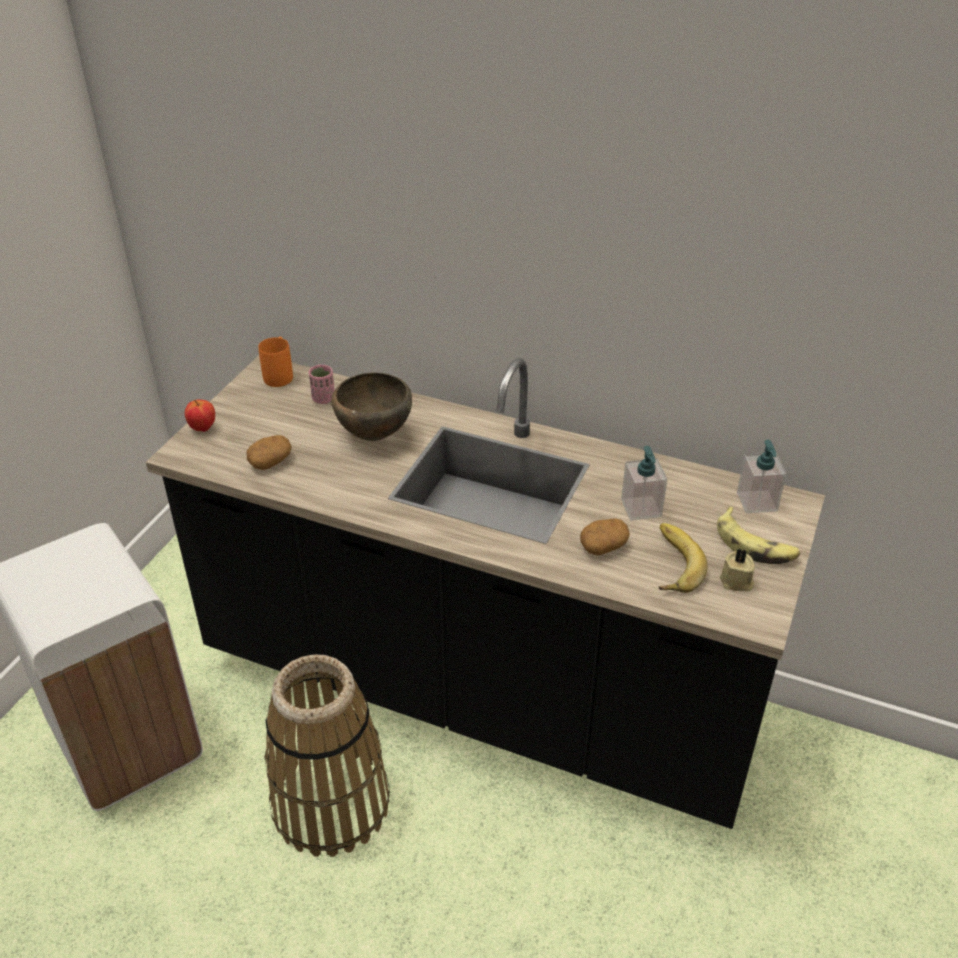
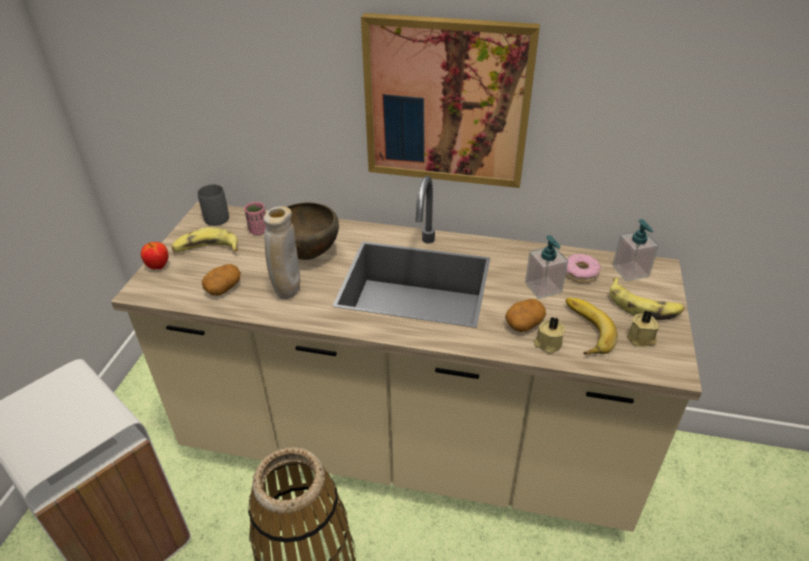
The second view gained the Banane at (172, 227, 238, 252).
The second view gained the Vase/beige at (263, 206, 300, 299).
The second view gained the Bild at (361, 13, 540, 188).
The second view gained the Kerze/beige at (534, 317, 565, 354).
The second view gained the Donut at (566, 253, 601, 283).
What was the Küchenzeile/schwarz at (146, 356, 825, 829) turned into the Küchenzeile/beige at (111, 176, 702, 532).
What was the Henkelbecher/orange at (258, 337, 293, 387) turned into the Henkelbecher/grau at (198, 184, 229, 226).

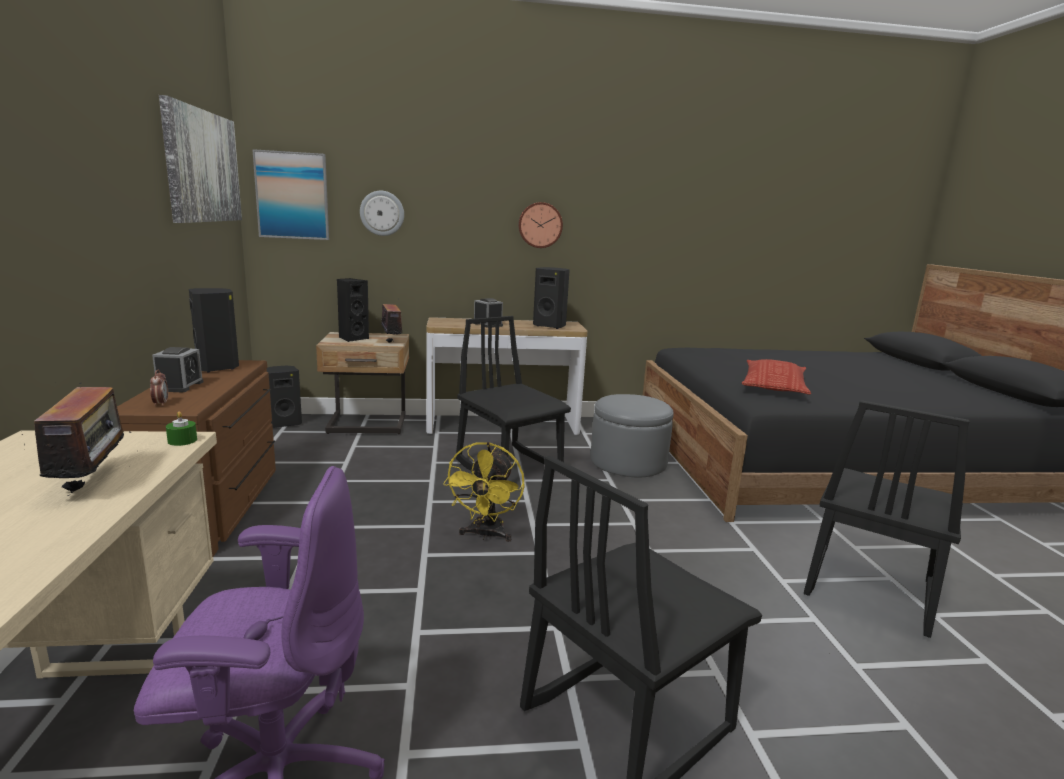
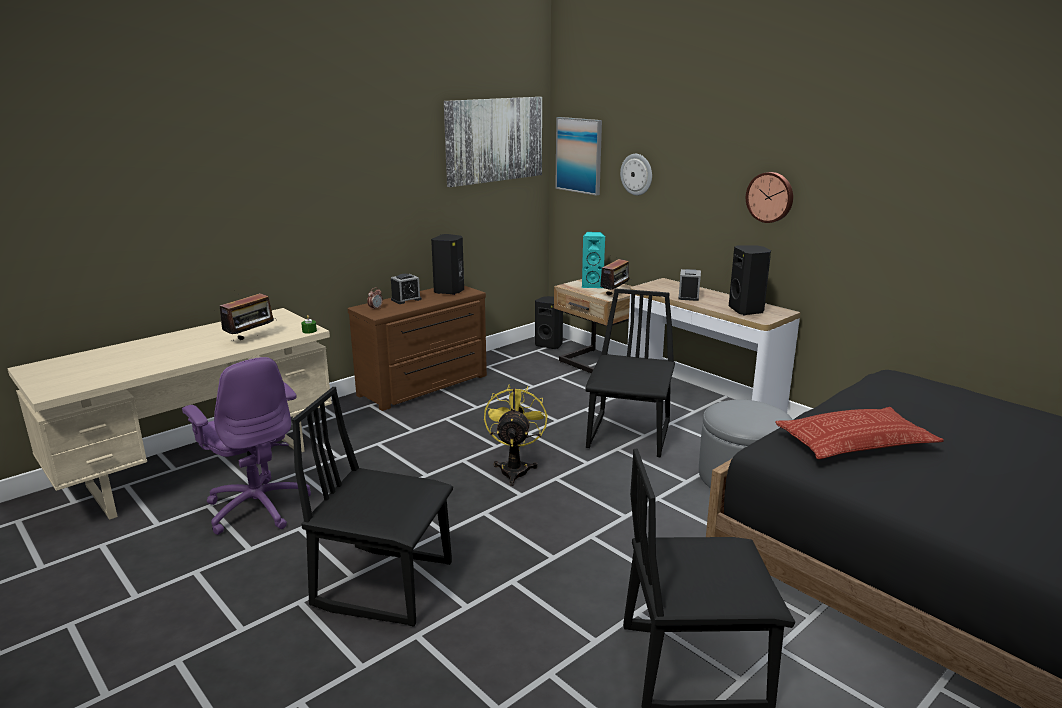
What was the Lautsprecher/schwarz at (337, 278, 369, 342) turned into the Lautsprecher/türkis at (582, 232, 605, 288).
The Ventilator/gelb at (443, 442, 525, 542) ended up facing another way, 120 degrees clockwise from before.

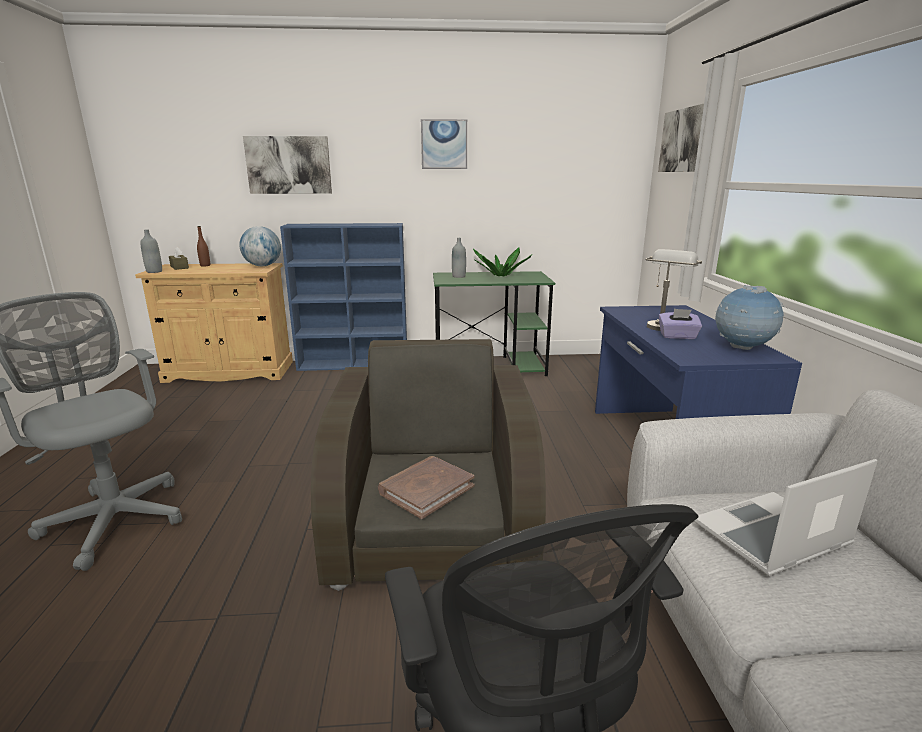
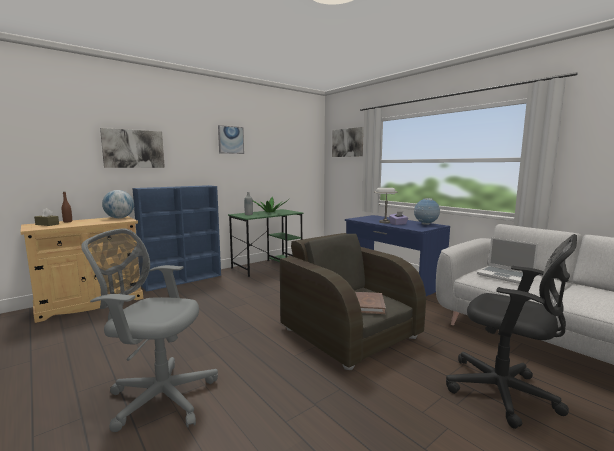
The second view lost the Flasche/grau at (140, 229, 162, 273).
The Laptop at (694, 459, 877, 576) ended up facing another way, 75 degrees counterclockwise from before.

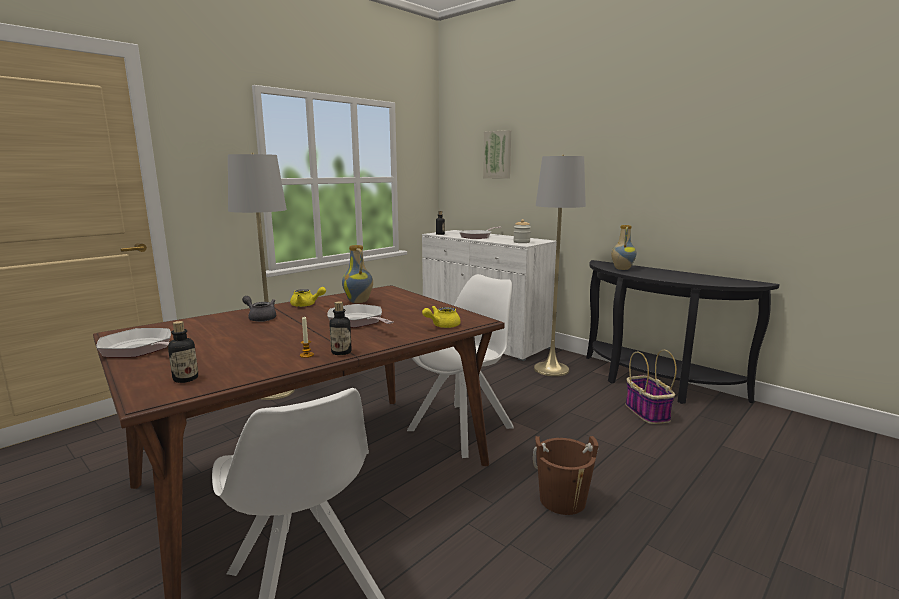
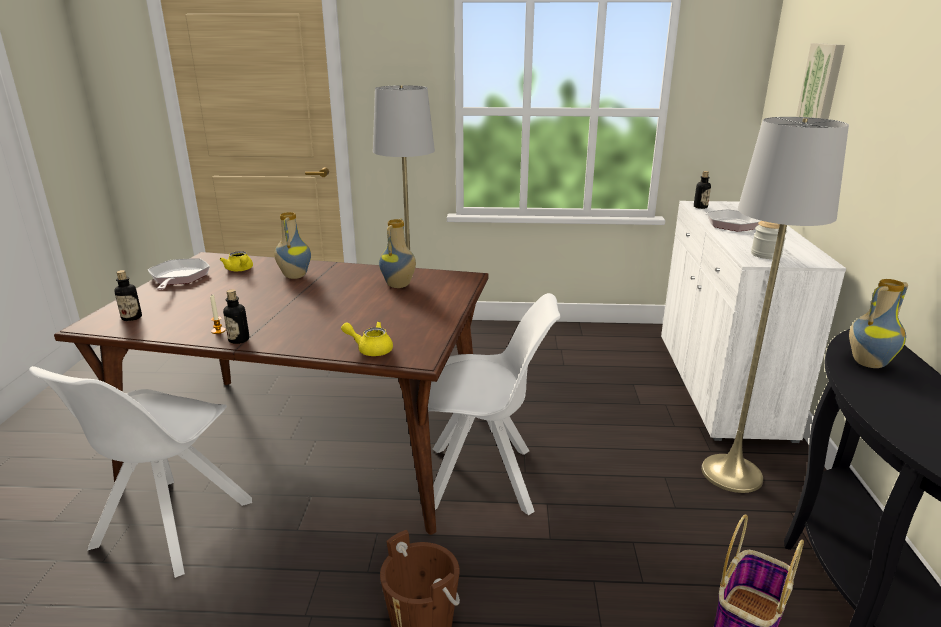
The second view lost the Pfanne at (327, 304, 393, 328).
The Teekanne/gelb ended up elsewhere, having gone from (290, 287, 326, 307) to (220, 251, 253, 271).
Where the Teekanne/grau stood at (242, 296, 276, 322), the Vase came to stand at (274, 212, 311, 279).

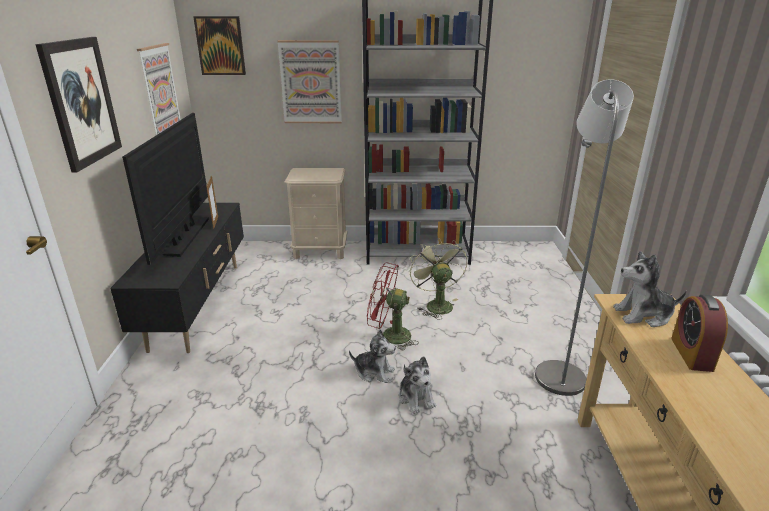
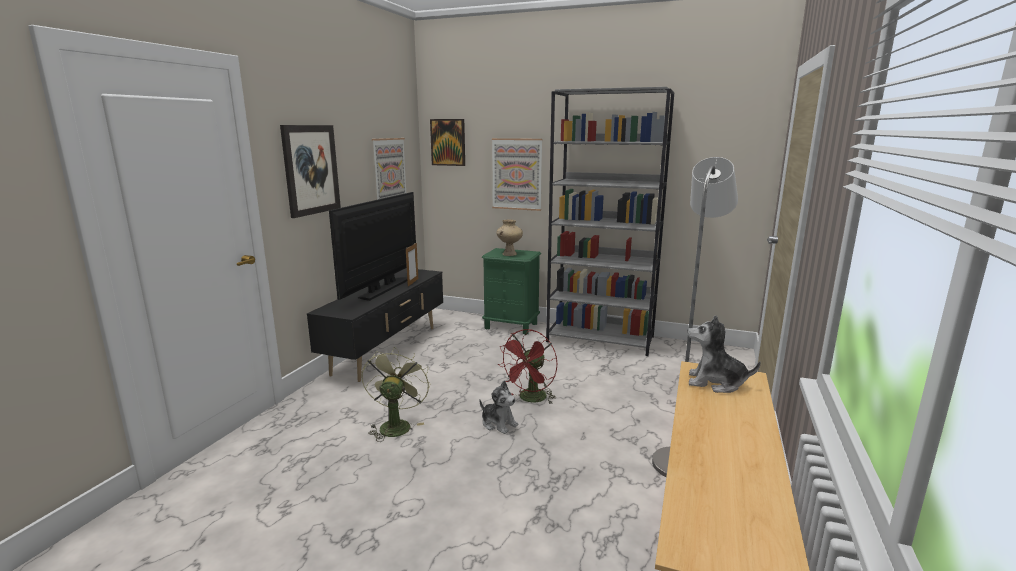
The second view lost the Plüschtier at (399, 356, 436, 414).
The second view lost the Wecker at (671, 294, 728, 372).
The second view gained the Vase/beige at (496, 220, 523, 256).
The Ventilator/grün ended up elsewhere, having gone from (409, 238, 467, 320) to (361, 347, 430, 442).
What was the Nachttisch/beige at (285, 168, 347, 259) turned into the Nachttisch/grün at (482, 248, 541, 335).
The Ventilator/rot at (367, 262, 419, 351) ended up facing another way, 90 degrees counterclockwise from before.

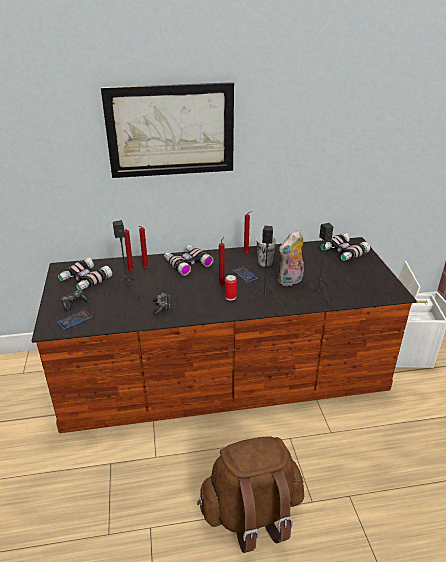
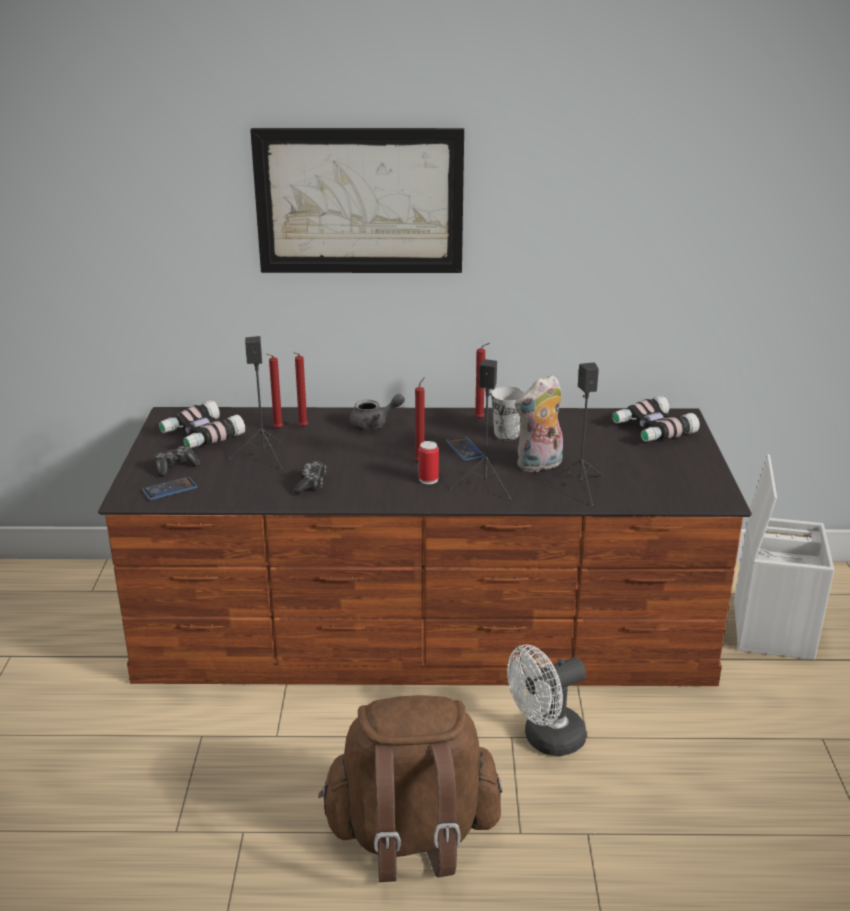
The second view gained the Ventilator/weiß at (507, 644, 587, 756).
Where the Fernglas stood at (164, 245, 213, 276), the Teekanne/grau came to stand at (349, 394, 405, 431).

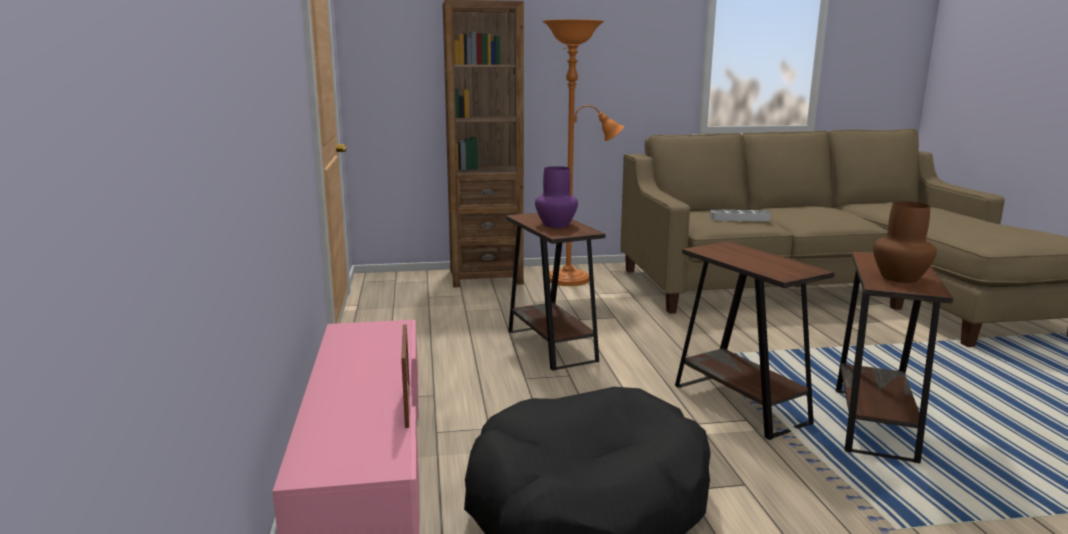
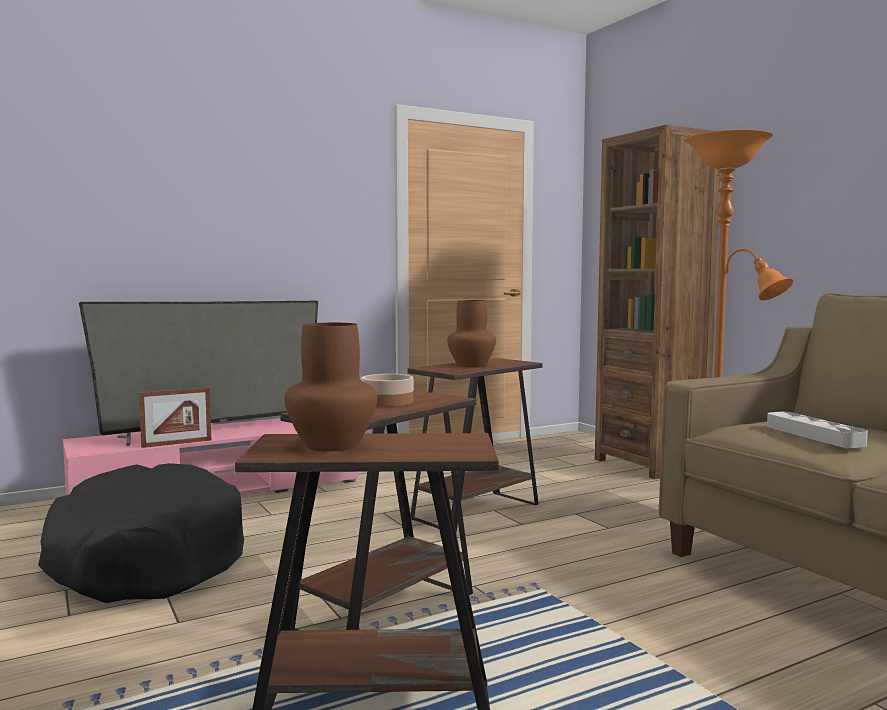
The second view gained the Fernseher at (79, 301, 318, 446).
The second view gained the Schüssel at (361, 374, 413, 407).
What was the Vase/lila at (535, 166, 578, 228) turned into the Vase/braun at (447, 300, 496, 367).

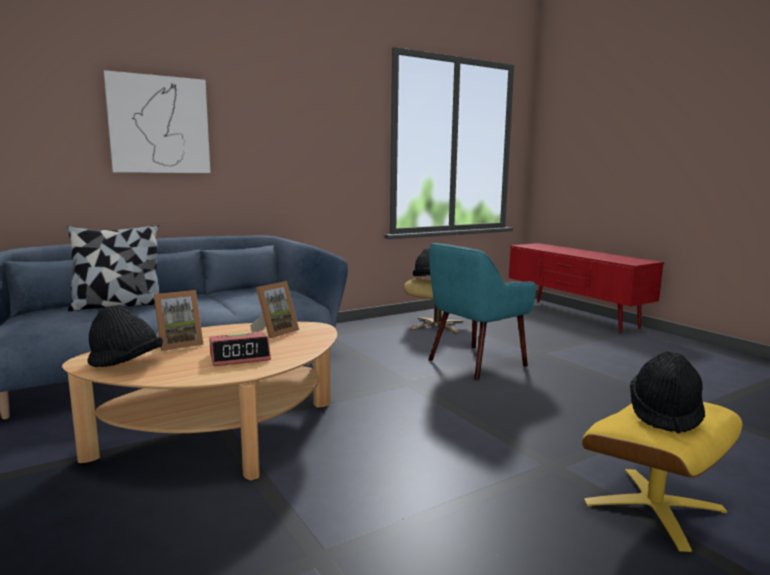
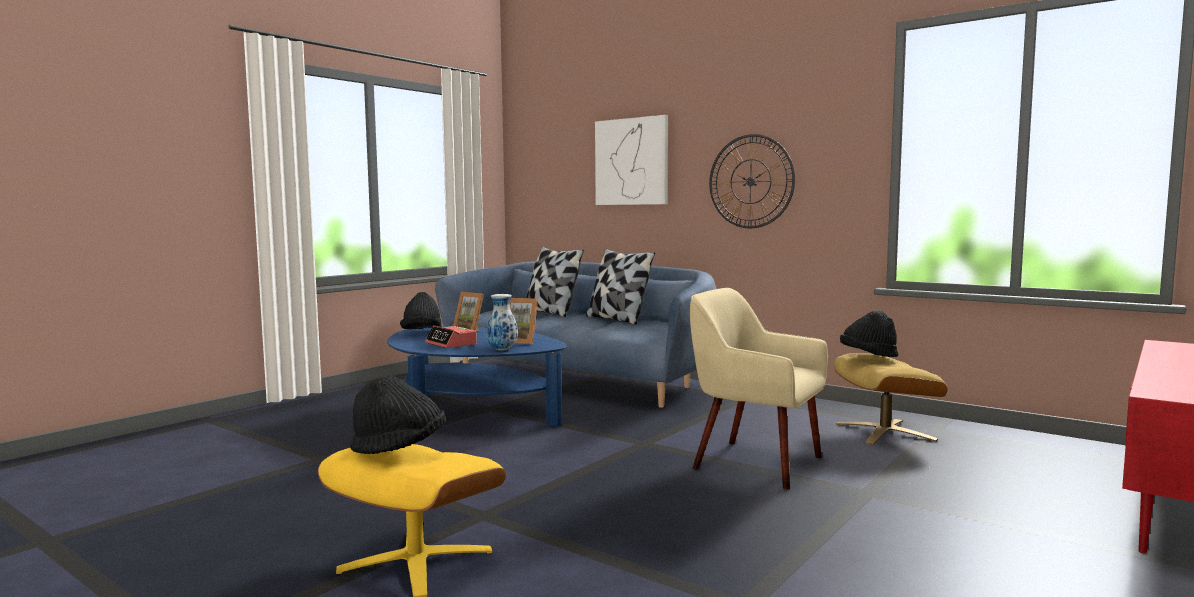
The second view gained the Vase at (486, 294, 518, 350).
The second view gained the Kissen at (586, 248, 655, 325).
The second view gained the Wanduhr at (709, 134, 795, 228).
What was the Couchtisch/beige at (62, 322, 337, 480) turned into the Couchtisch/blau at (387, 326, 567, 427).
What was the Sessel/türkis at (428, 243, 536, 380) turned into the Sessel/beige at (690, 288, 828, 489).

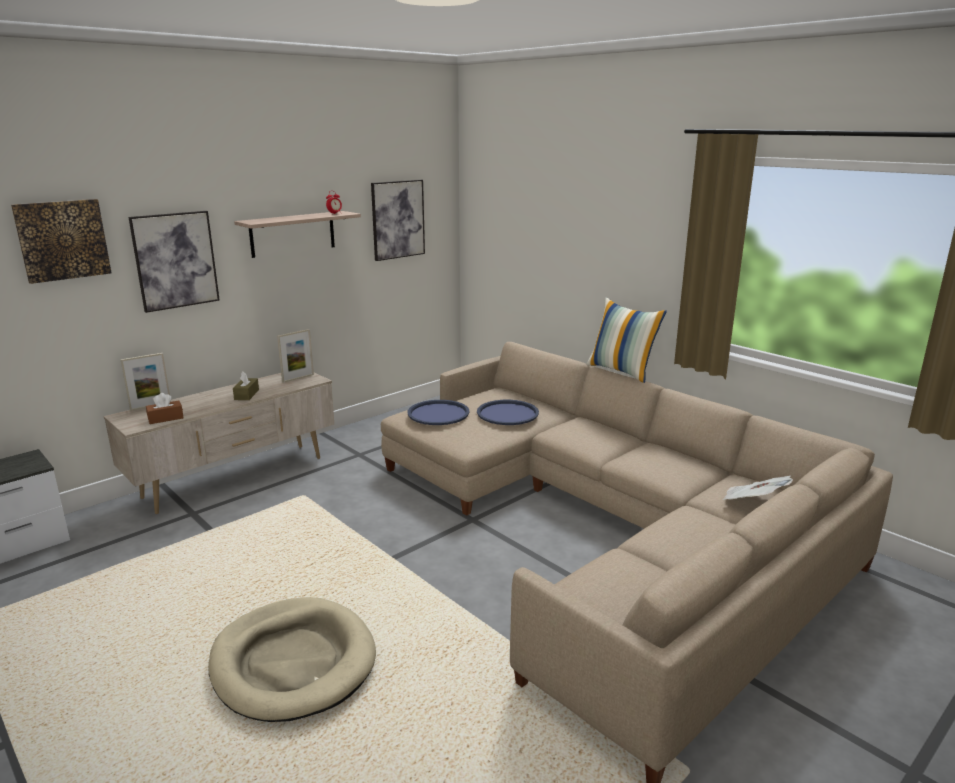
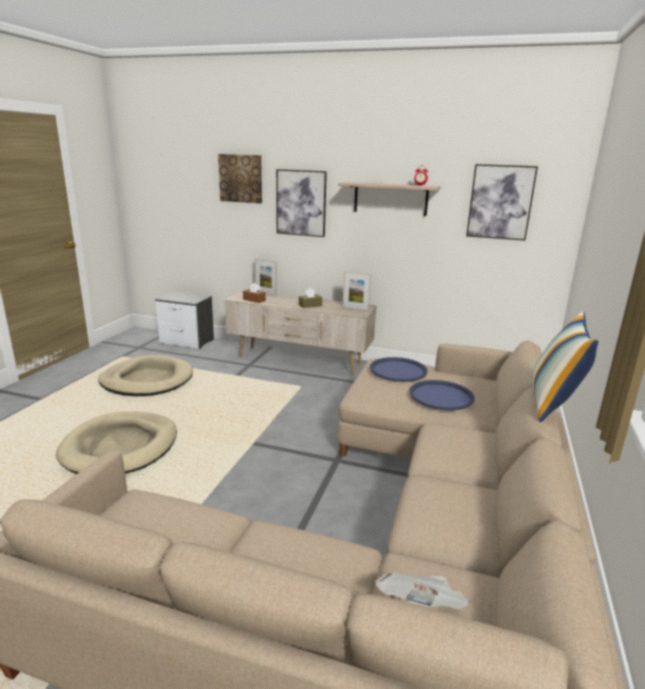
The second view gained the Hundebett/beige at (98, 355, 193, 396).

